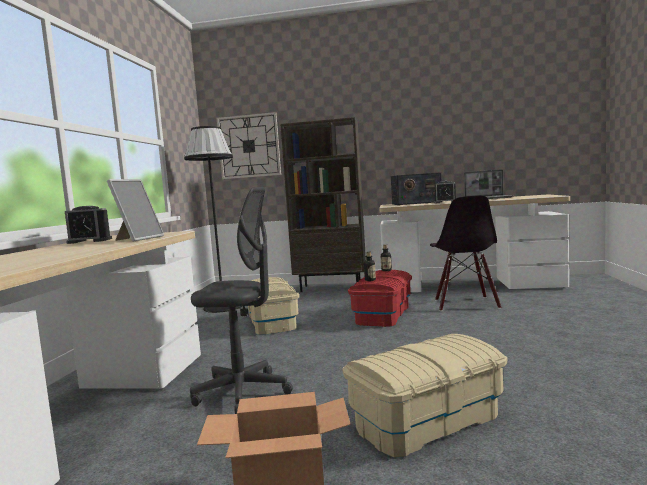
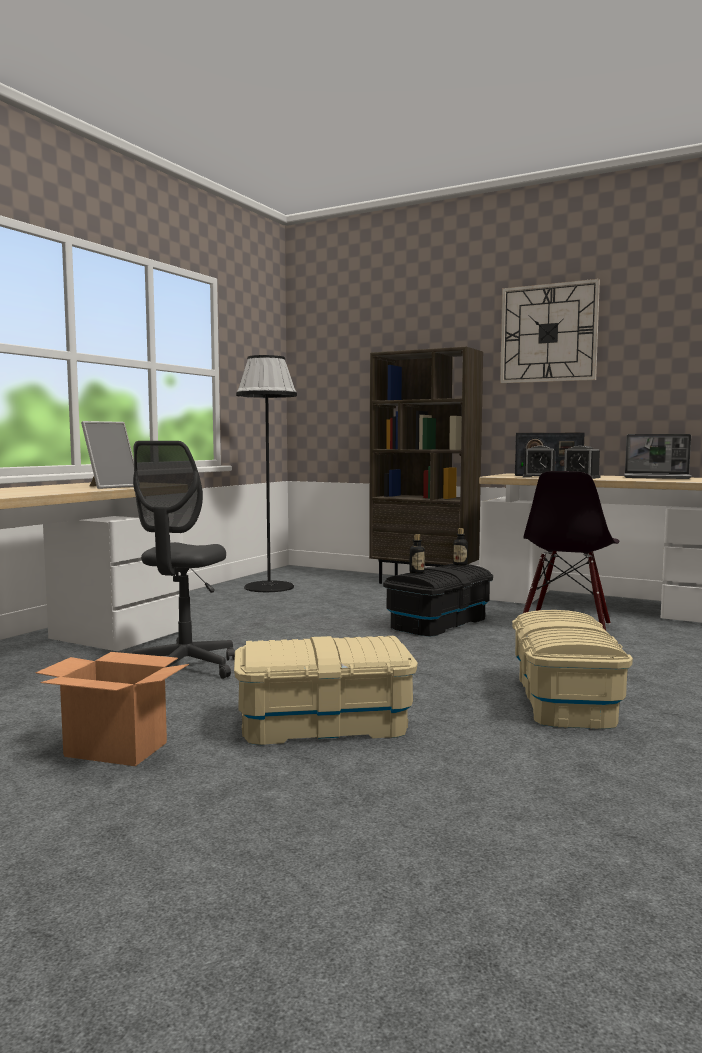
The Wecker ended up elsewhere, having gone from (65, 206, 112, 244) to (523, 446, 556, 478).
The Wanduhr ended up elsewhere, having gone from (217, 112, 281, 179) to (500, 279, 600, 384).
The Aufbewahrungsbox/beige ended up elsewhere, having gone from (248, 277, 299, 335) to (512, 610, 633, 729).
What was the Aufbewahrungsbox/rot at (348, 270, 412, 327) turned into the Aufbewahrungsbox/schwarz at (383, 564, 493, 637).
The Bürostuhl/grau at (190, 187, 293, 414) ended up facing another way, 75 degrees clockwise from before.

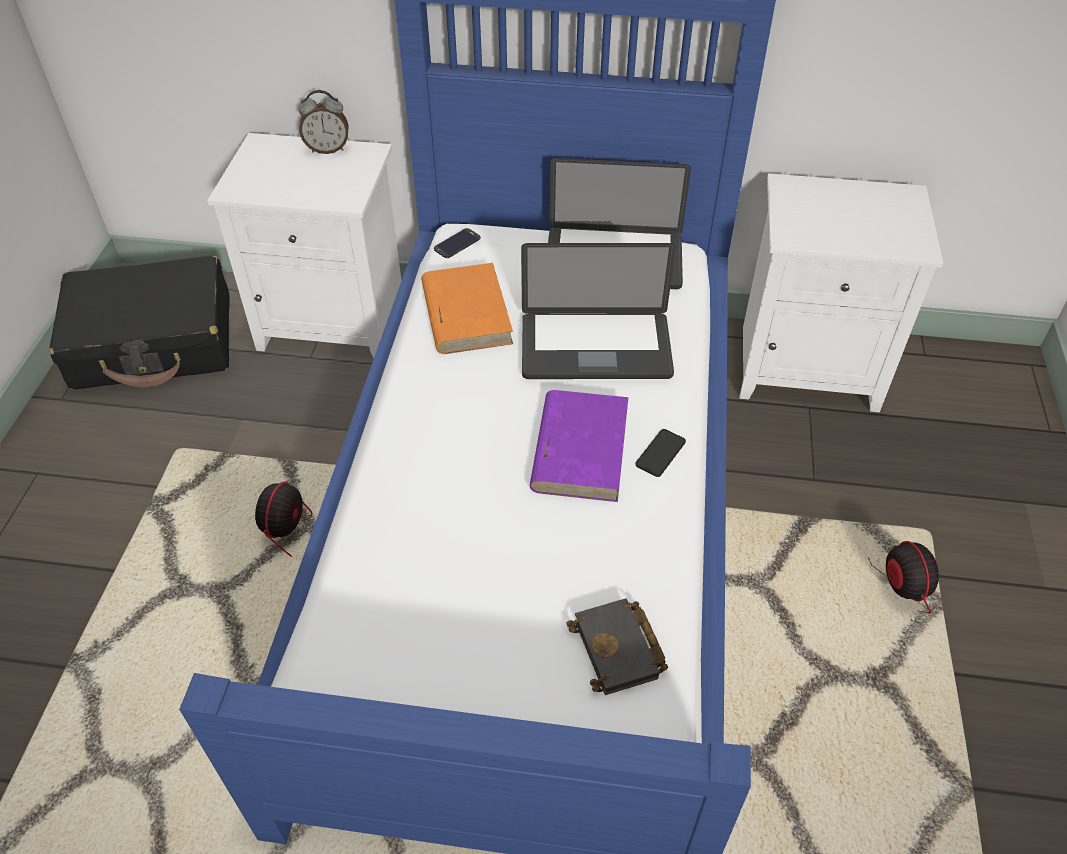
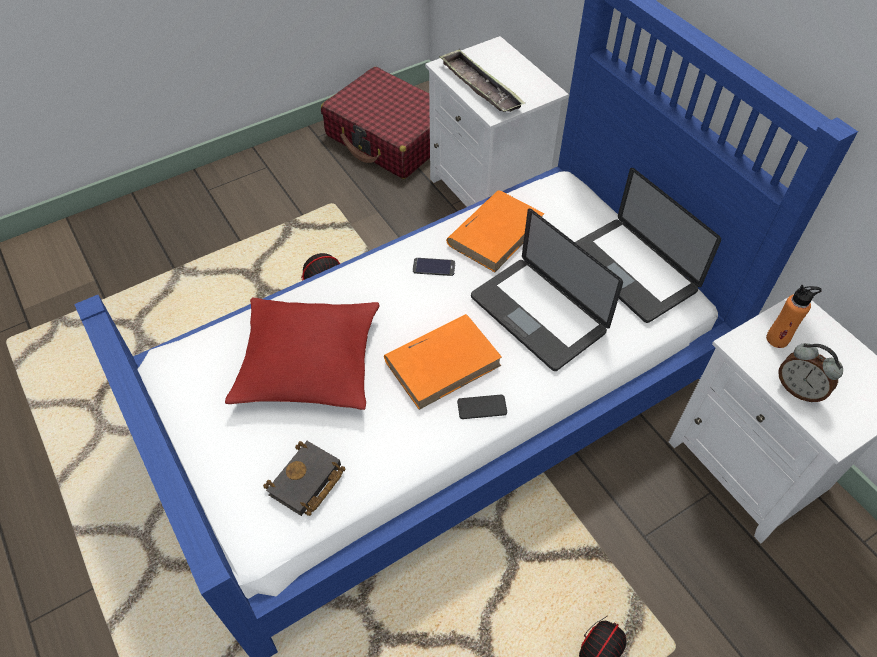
The second view gained the Kissen/rot at (225, 298, 380, 410).
The second view gained the Tablett at (439, 49, 525, 112).
The second view gained the Flasche/orange at (766, 285, 822, 348).
The Wecker ended up elsewhere, having gone from (298, 90, 348, 154) to (778, 343, 843, 402).
The Handy ended up elsewhere, having gone from (434, 228, 481, 258) to (413, 258, 455, 276).
What was the Koffer/schwarz at (49, 256, 230, 390) turned into the Koffer/rot at (321, 67, 430, 179).
What was the Buch/lila at (530, 390, 628, 502) turned into the Buch/orange at (384, 314, 502, 410).

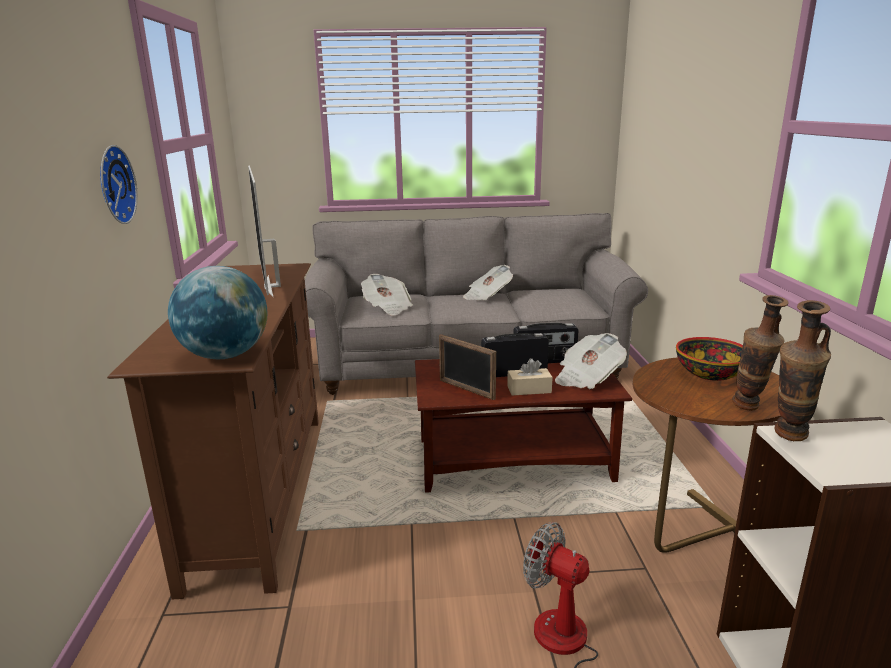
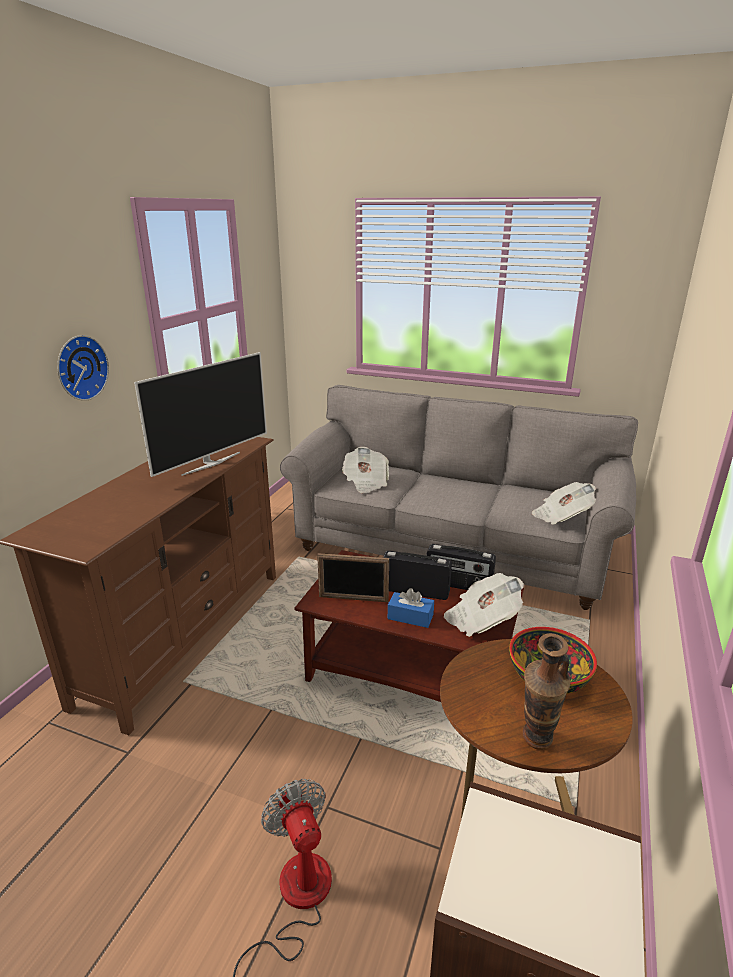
The second view lost the Globus at (168, 266, 268, 359).
The second view lost the Vase at (775, 300, 831, 441).
The Zeitung ended up elsewhere, having gone from (463, 265, 513, 301) to (532, 482, 596, 525).
What was the Taschentuchbox/beige at (507, 358, 553, 396) turned into the Taschentuchbox/blau at (388, 588, 434, 628).
The Fernseher at (248, 166, 281, 298) ended up facing another way, 150 degrees counterclockwise from before.
The Bilderrahmen at (439, 334, 496, 400) ended up facing another way, 60 degrees counterclockwise from before.

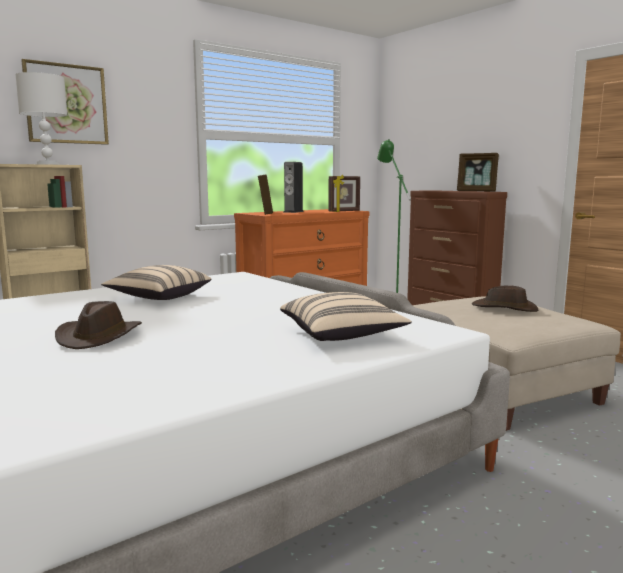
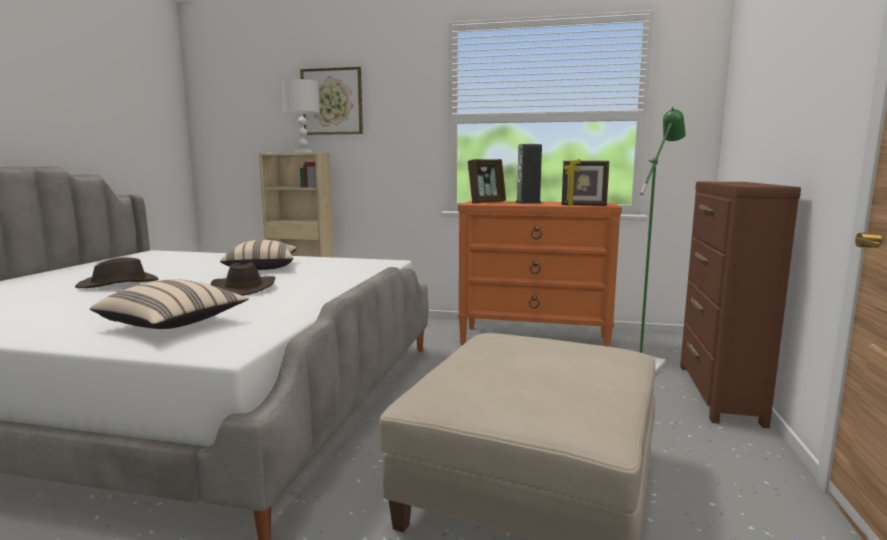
The second view lost the Bilderrahmen at (457, 153, 499, 192).
The Hut/braun ended up elsewhere, having gone from (472, 285, 538, 312) to (211, 262, 276, 296).

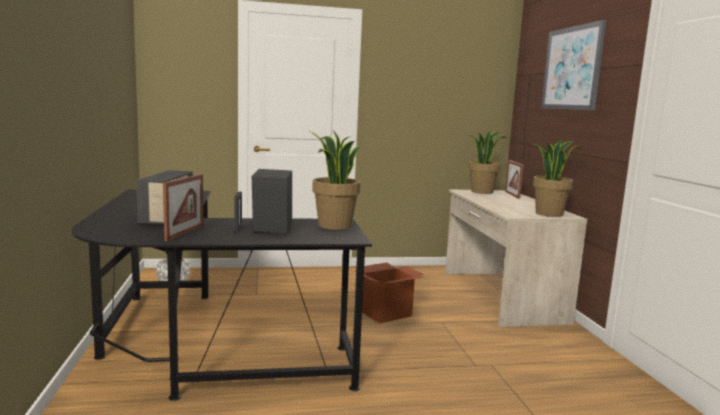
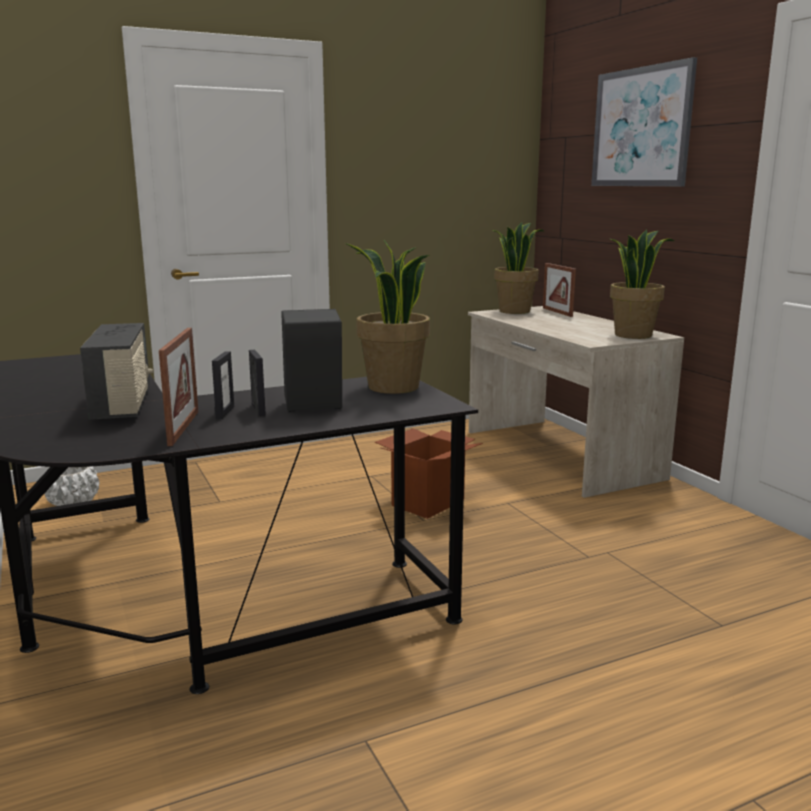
The second view gained the Bilderrahmen at (212, 351, 234, 419).

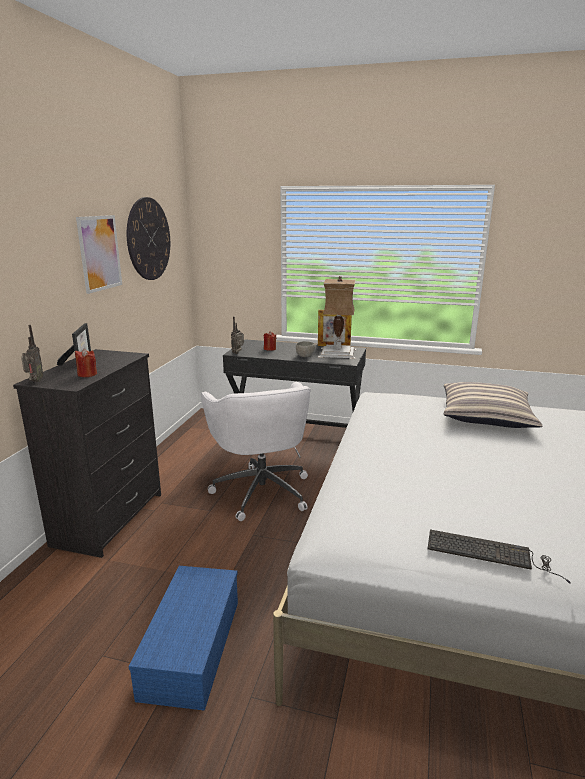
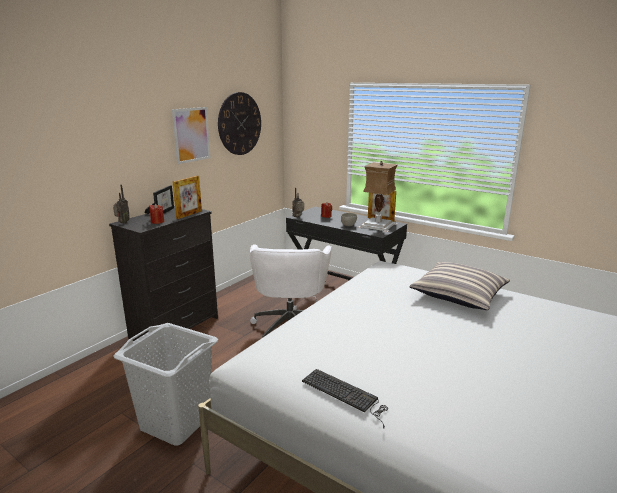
The second view gained the Bilderrahmen at (173, 176, 202, 219).
Where the Aufbewahrungsbox/blau stood at (128, 566, 238, 711), the Wäschekorb/grau came to stand at (113, 323, 218, 445).

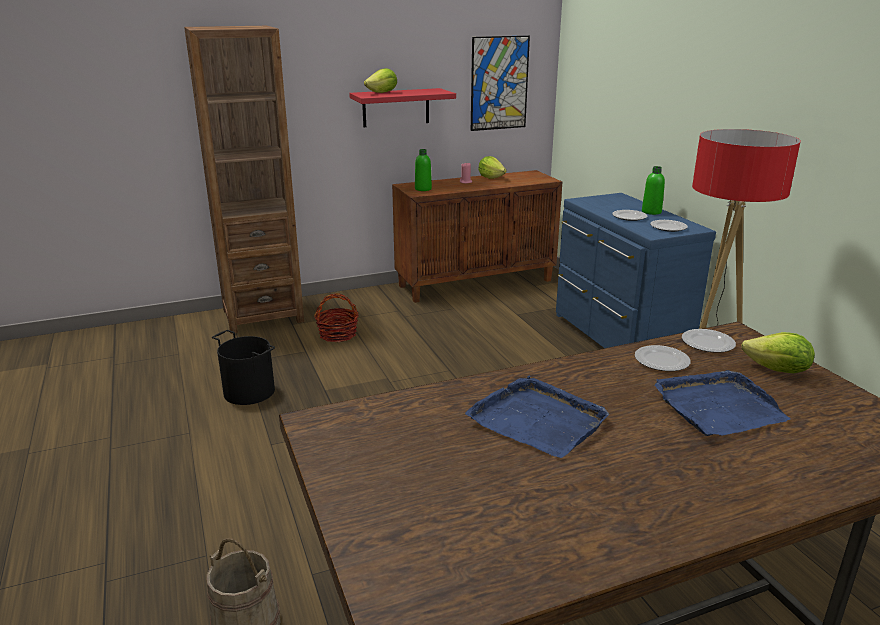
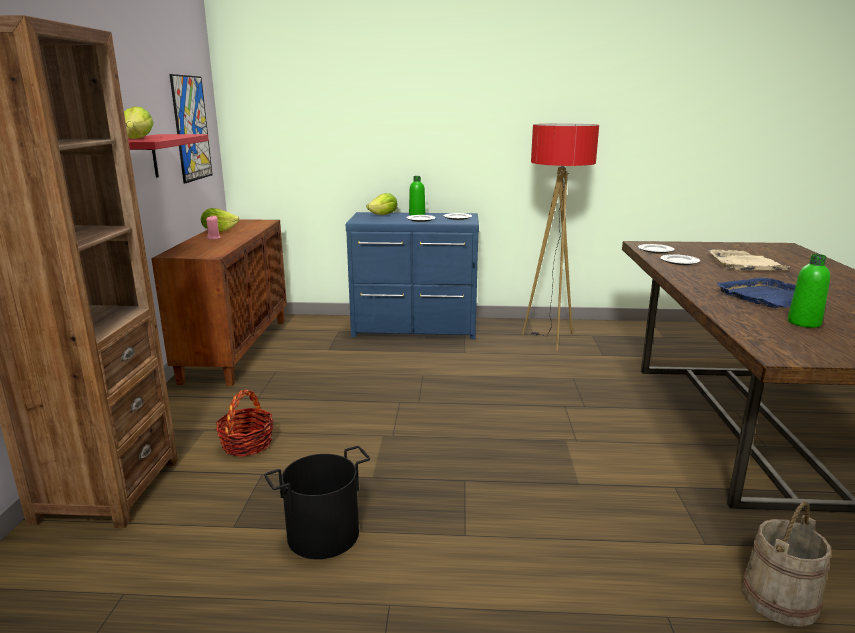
The Flasche/grün ended up elsewhere, having gone from (415, 149, 432, 191) to (788, 254, 830, 328).
The Salatkopf ended up elsewhere, having gone from (741, 332, 815, 373) to (367, 193, 398, 215).
What was the Tablett/blau at (654, 370, 791, 436) turned into the Tablett/beige at (709, 250, 792, 270).

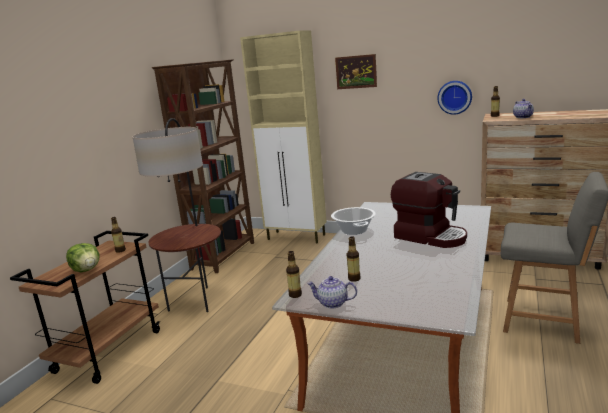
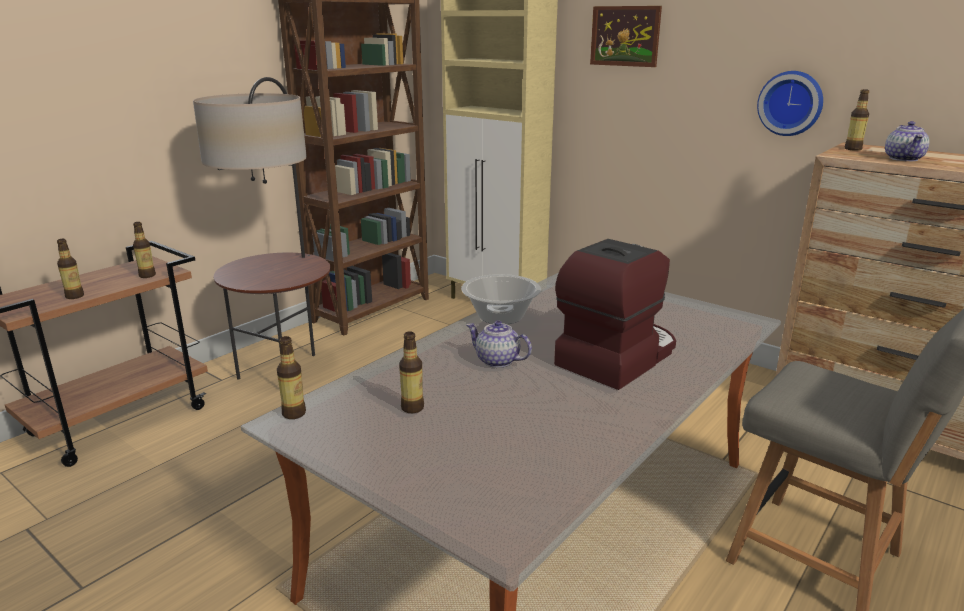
The Teekanne ended up elsewhere, having gone from (307, 276, 357, 308) to (466, 320, 532, 368).
Where the Salatkopf stood at (66, 243, 99, 272), the Flasche came to stand at (57, 239, 84, 299).
The Kaffeemaschine at (391, 172, 467, 248) ended up facing another way, 105 degrees counterclockwise from before.

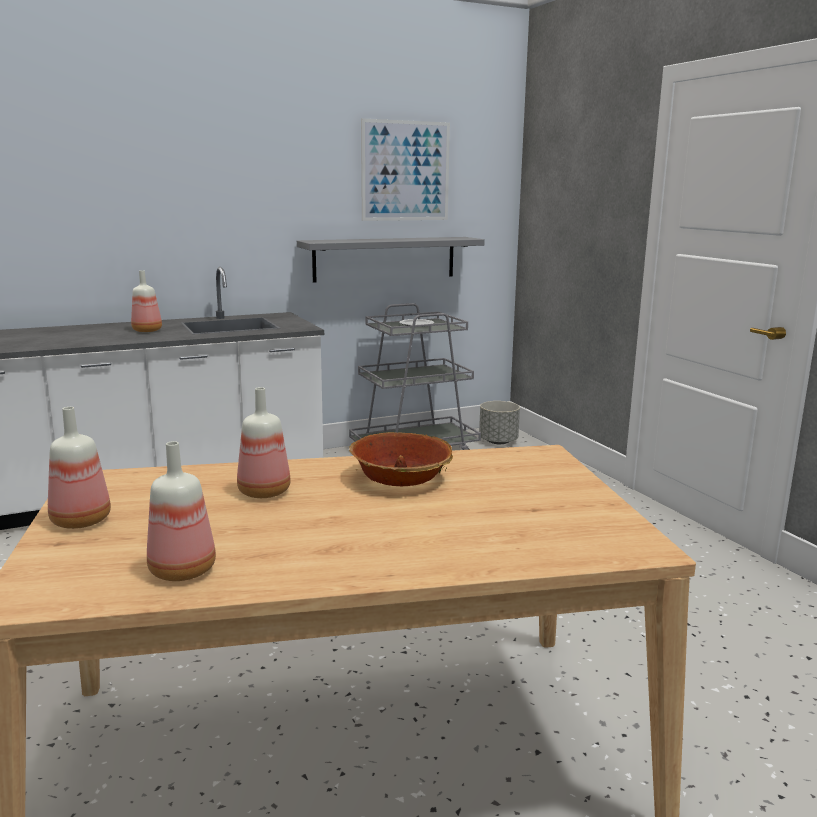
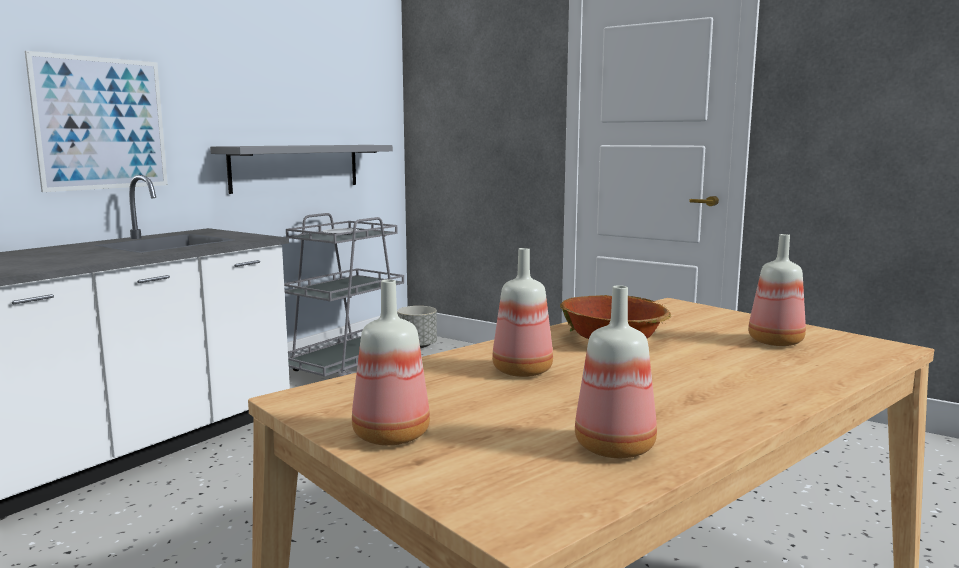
The Flasche ended up elsewhere, having gone from (131, 270, 162, 332) to (748, 234, 806, 346).
The Bild ended up elsewhere, having gone from (361, 118, 450, 221) to (25, 51, 168, 192).

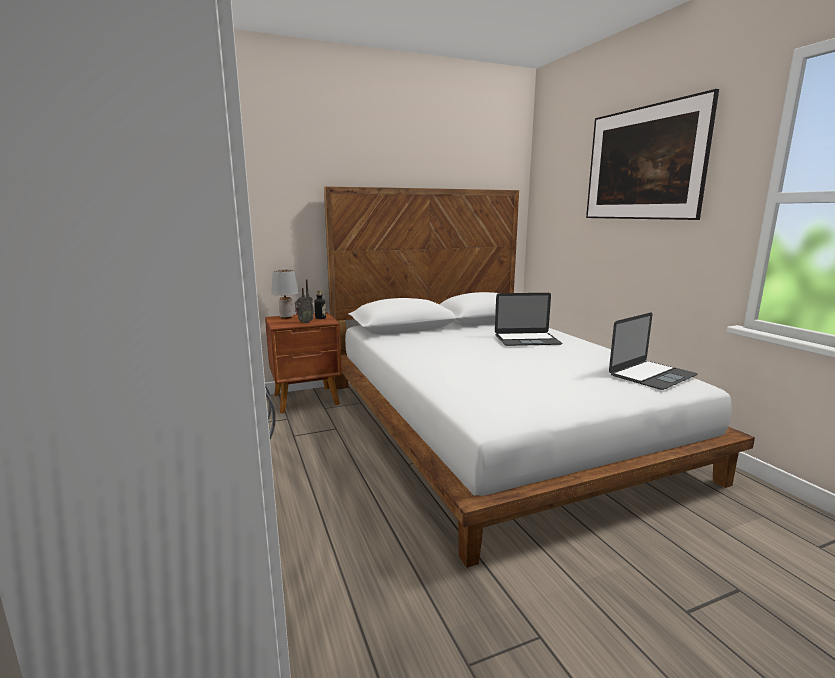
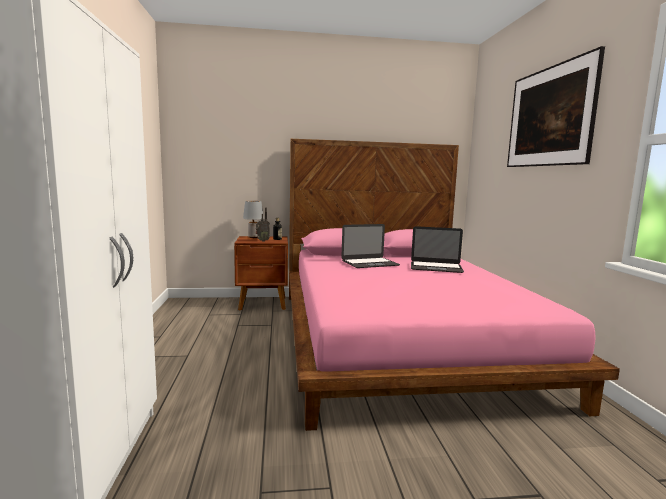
The Laptop ended up elsewhere, having gone from (609, 312, 697, 390) to (341, 224, 400, 268).
What was the Bett/weiß at (324, 186, 755, 568) turned into the Bett/rosa at (289, 139, 620, 431).

